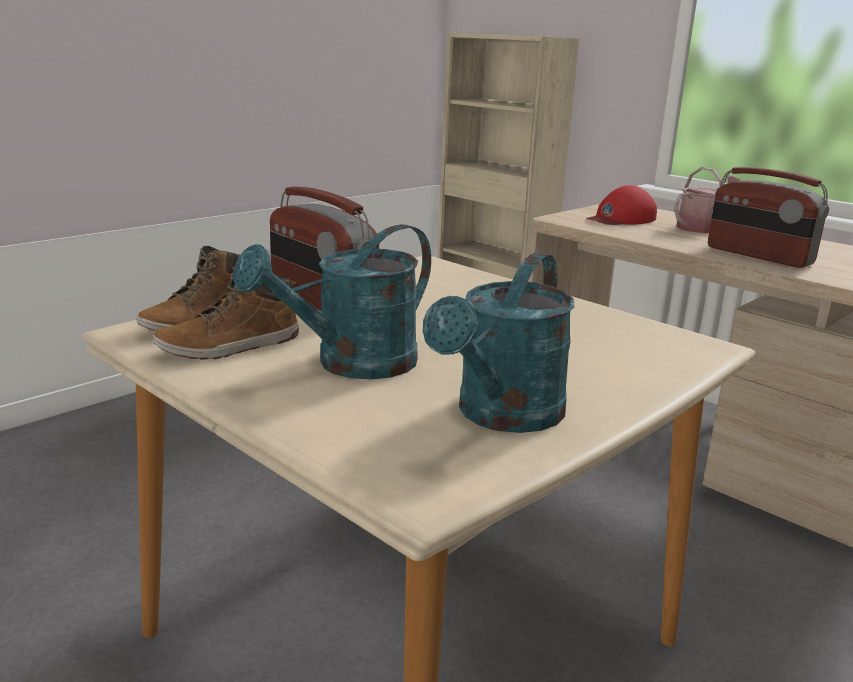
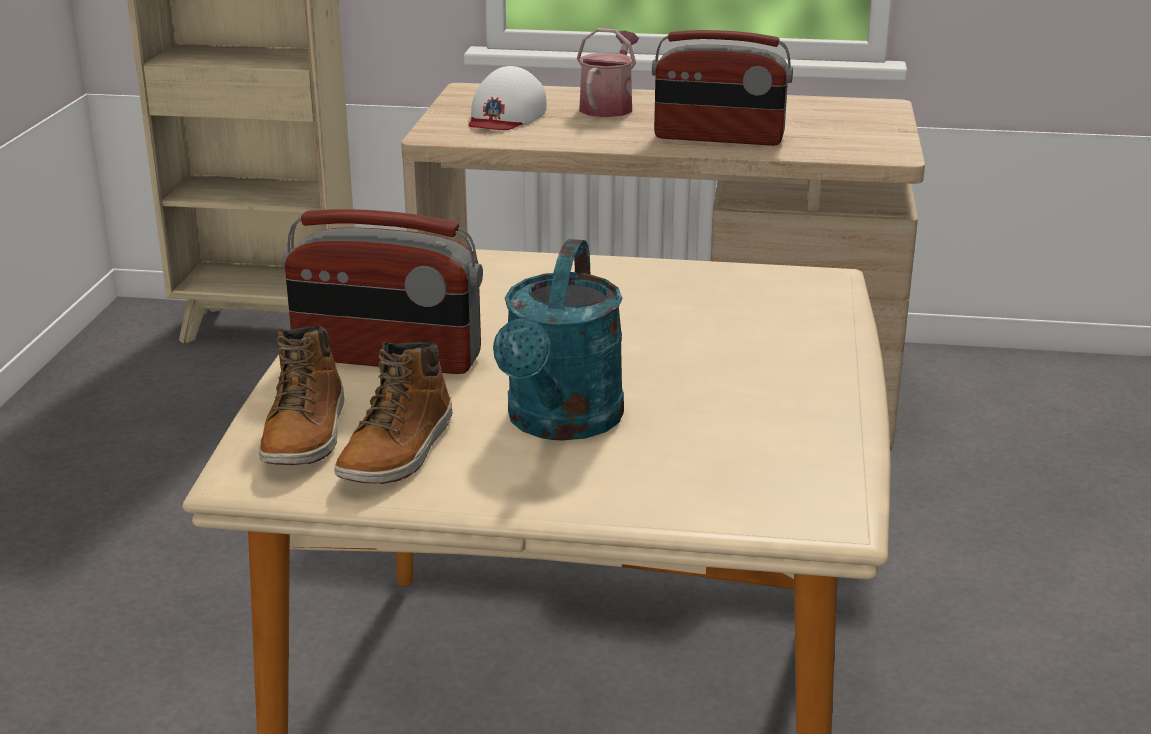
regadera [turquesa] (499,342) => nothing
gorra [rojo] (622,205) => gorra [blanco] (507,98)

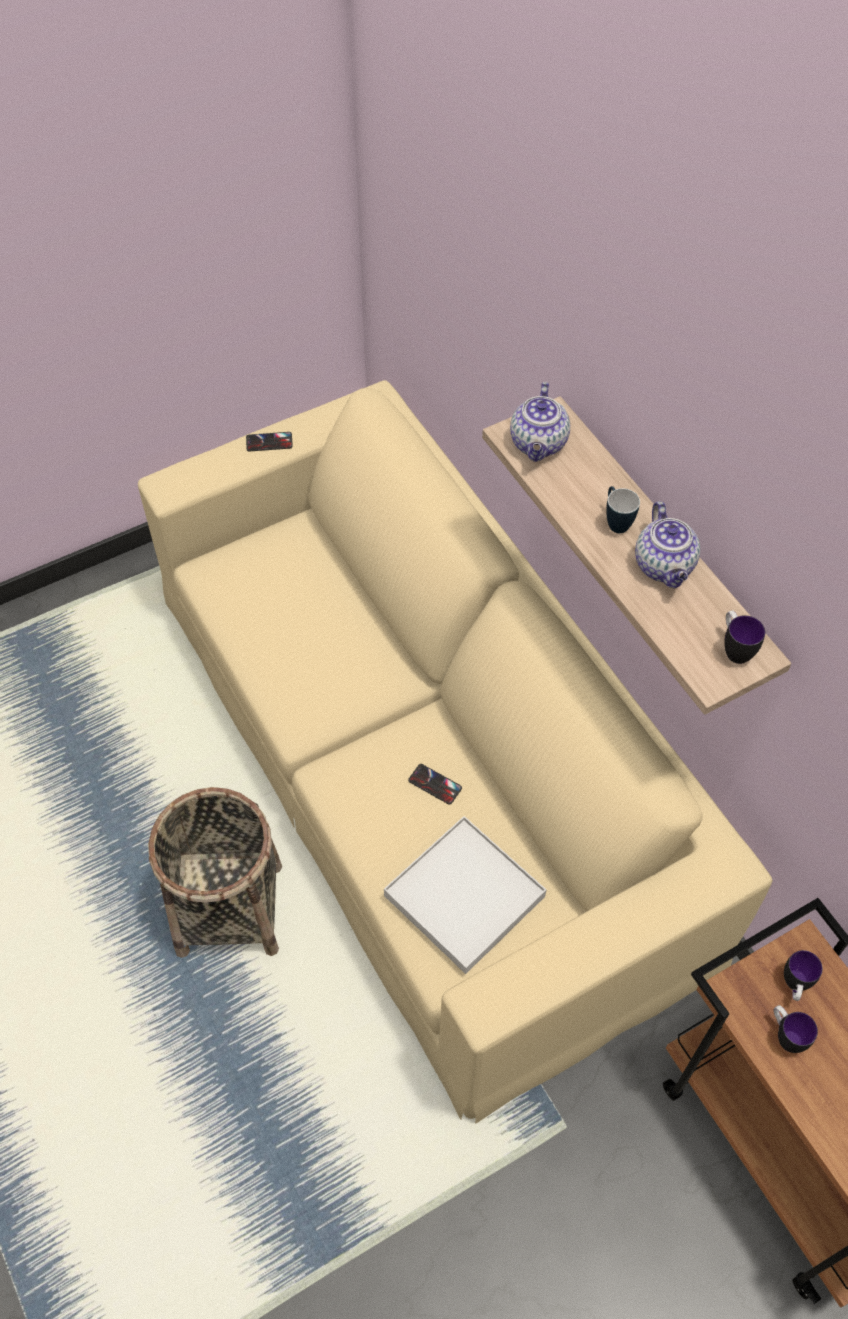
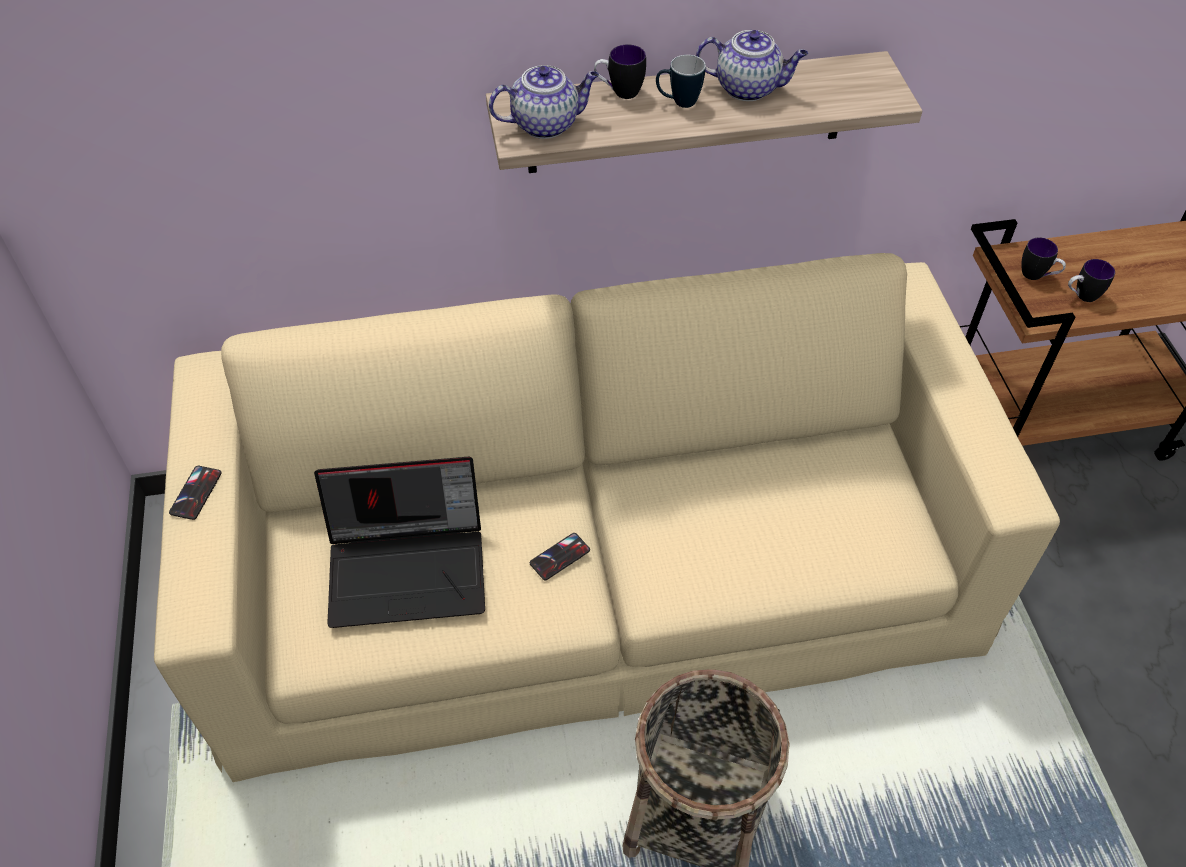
bandeja [blanco] (465,895) => nothing
nothing => portátil (399,542)
móvil (435,784) => móvil (560,556), shifted
taza grande (744,637) => taza grande (620,71), shifted
tetera (540,422) => tetera (544,102), 45 degrees counterclockwise

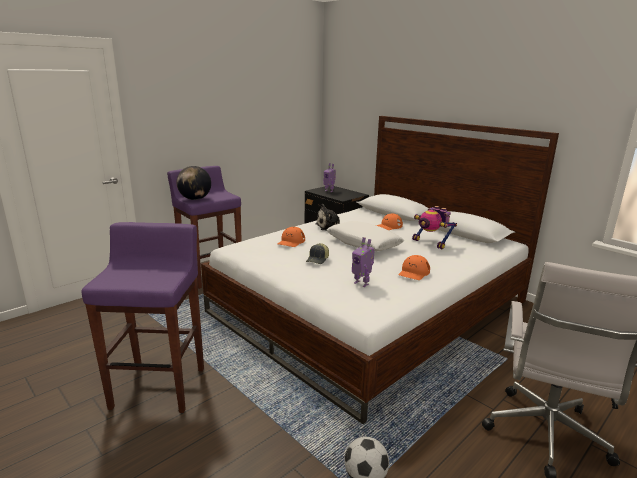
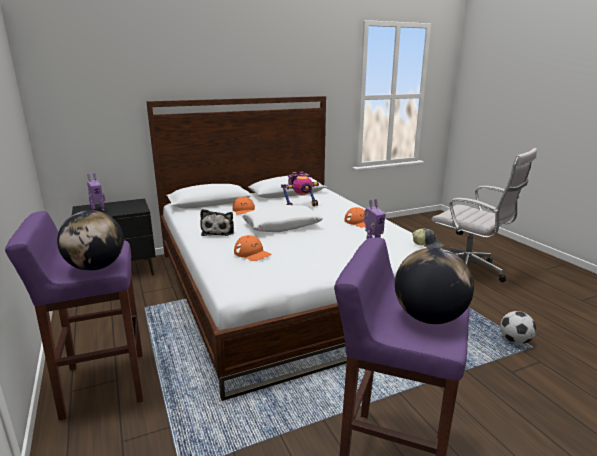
nothing => globo terráqueo (434,285)
gorra (317,253) => gorra (428,238), shifted

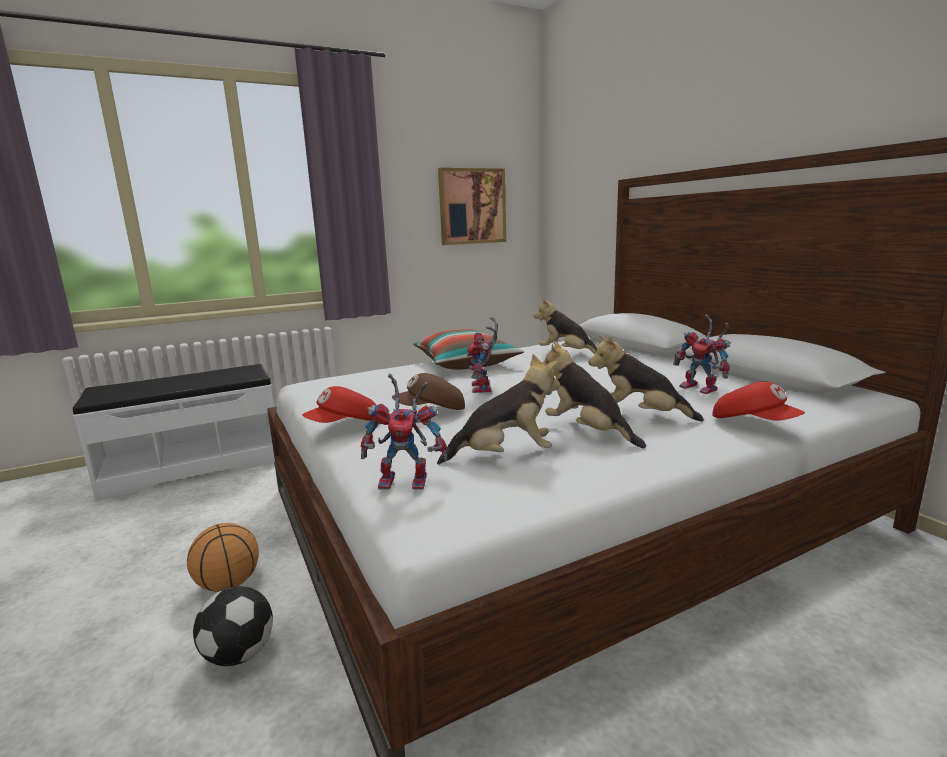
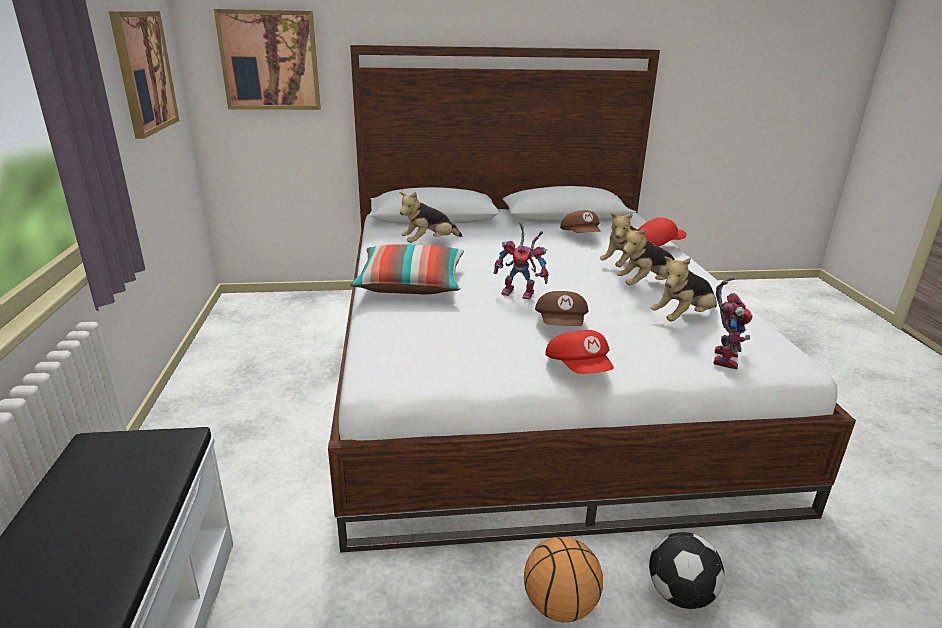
nothing => cuadro (267,59)
robot de juguete (702,354) => gorra [marrón] (580,221)
peluche (498,409) => peluche (683,289), 135 degrees counterclockwise

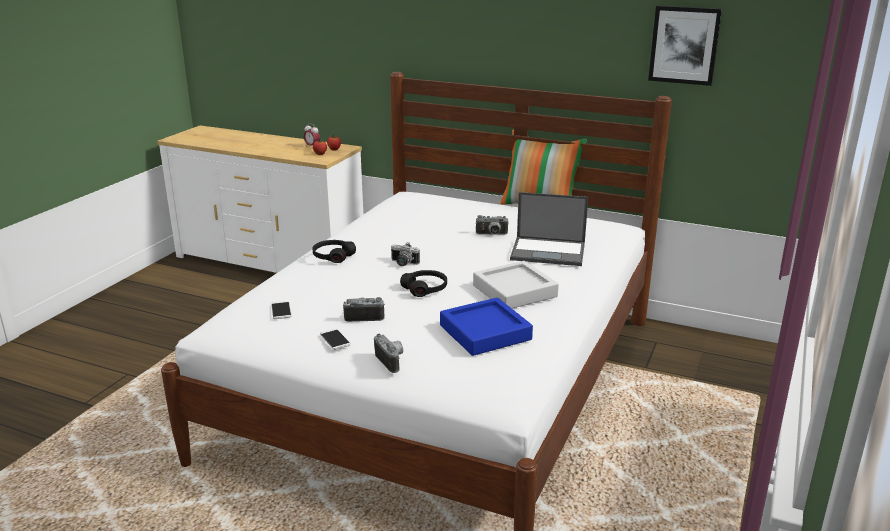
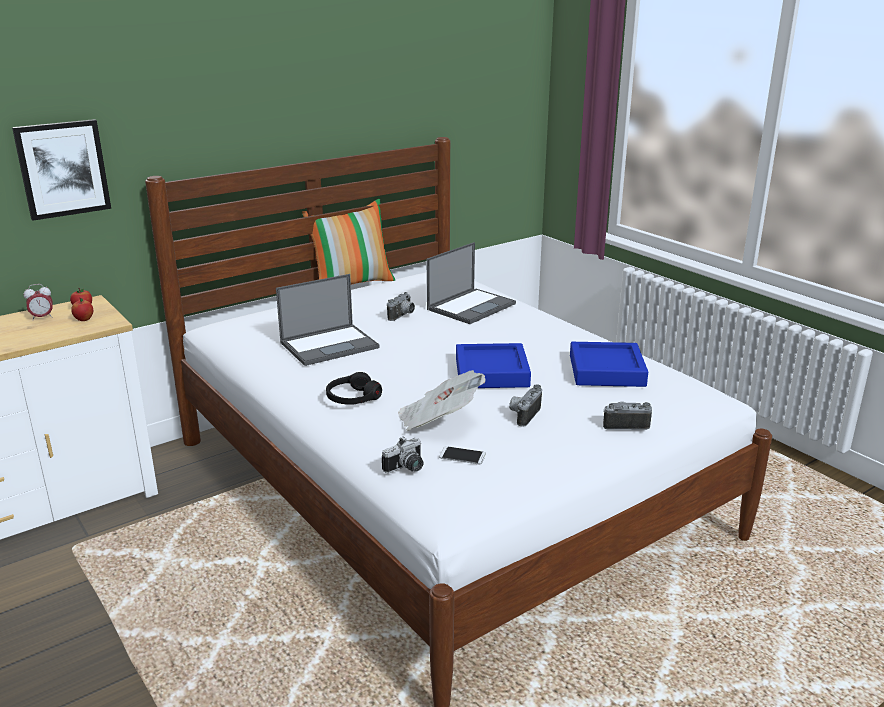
móvil (335,339) => nothing
bandeja [gris] (516,285) => nothing
nothing => portátil (327,320)
nothing => periódico (442,400)
cámara (405,254) => cámara (402,454), shifted
cuadro (685,45) => cuadro (61,170), shifted
auriculares [negro] (423,283) => bandeja [azul] (493,365)

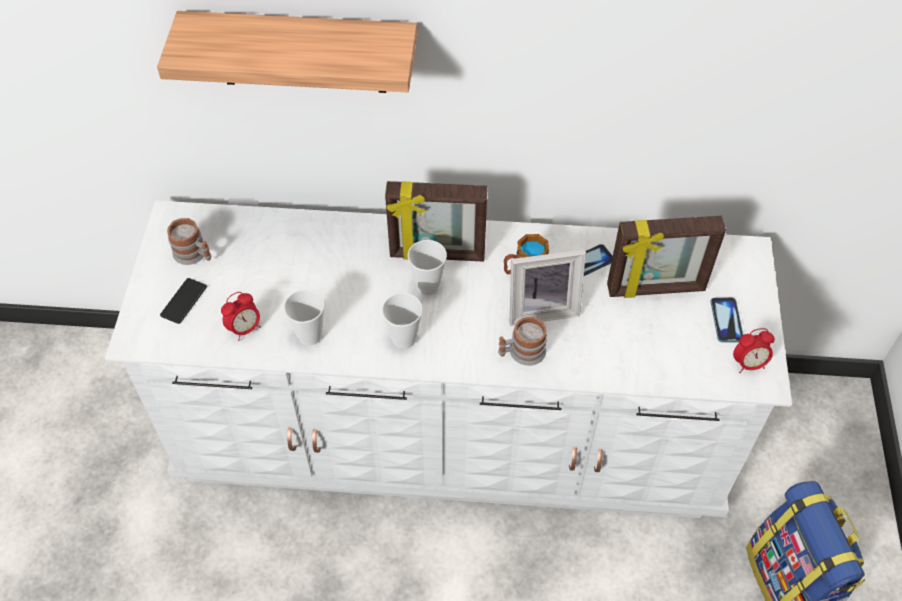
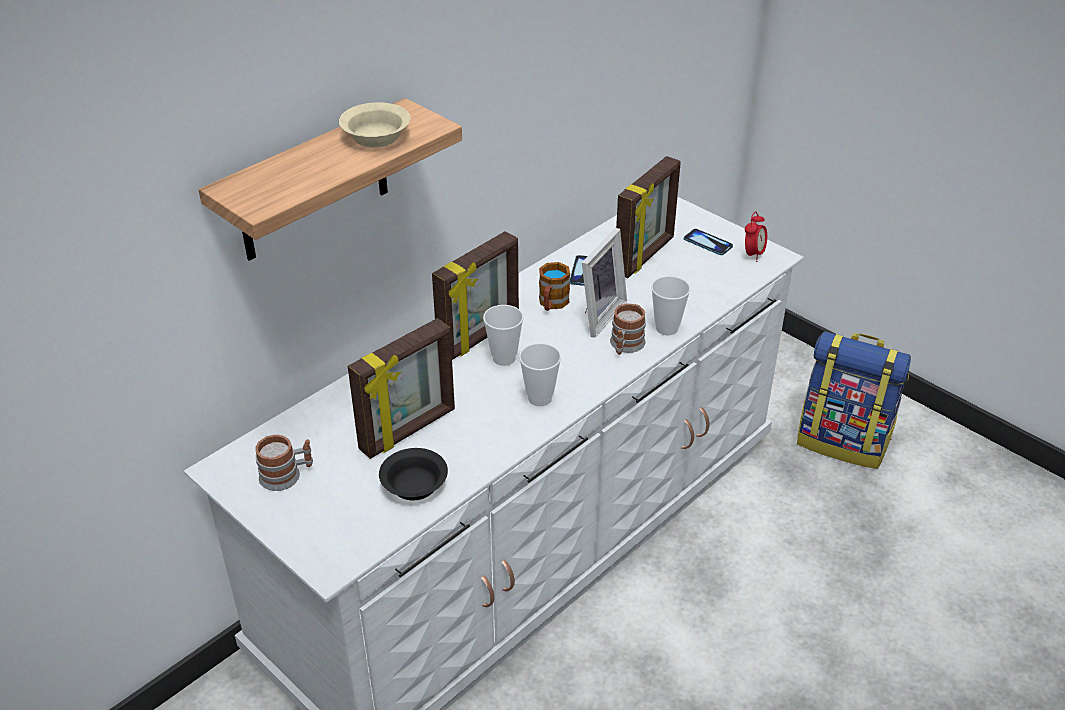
móvil (183,301) => nothing
nothing => cuenco [beis] (375,124)
nothing => portarretratos (401,388)
taza (304,317) => taza (671,305), shifted
despertador (241,316) => cuenco [negro] (413,474)

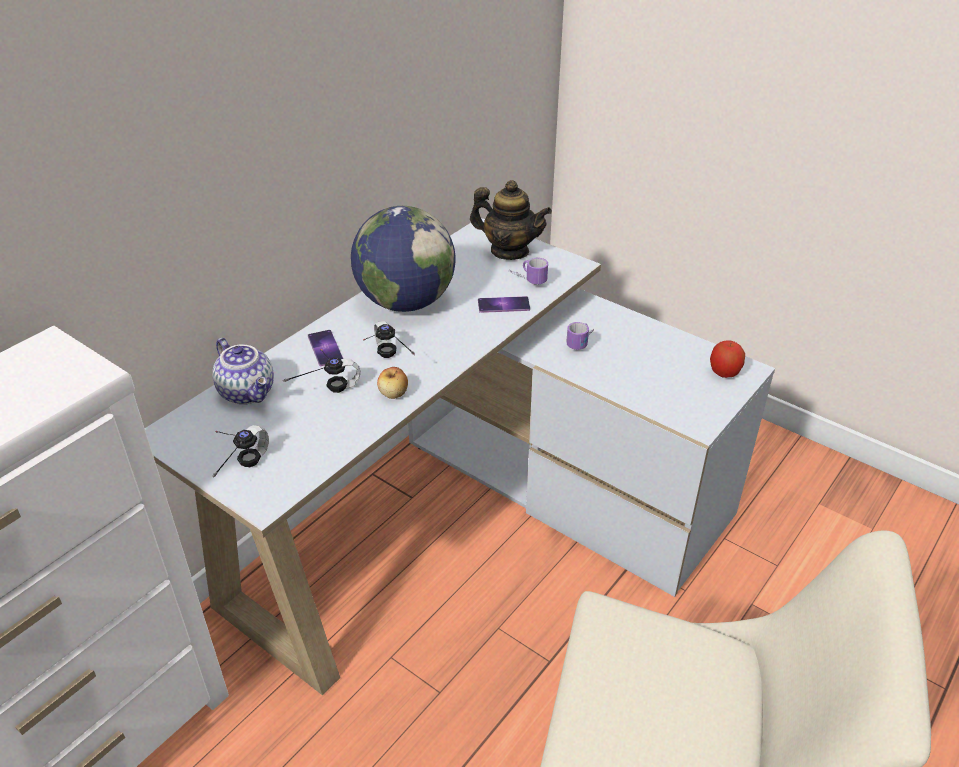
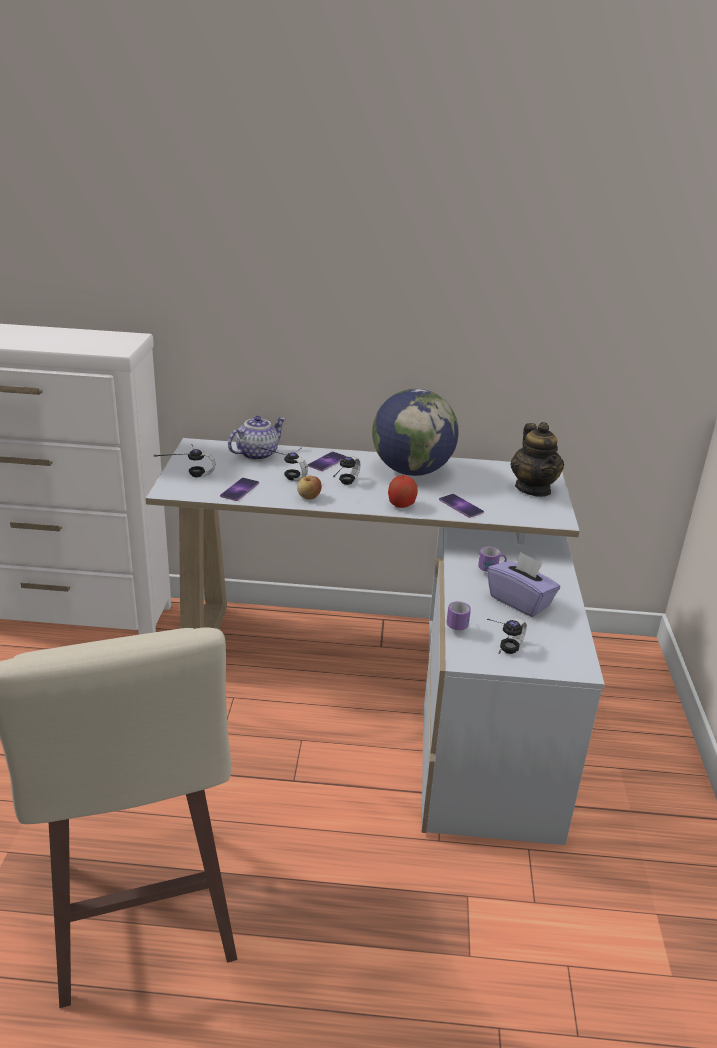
nothing => móvil (239,489)
nothing => caja de pañuelos [morado] (523,584)
nothing => auriculares (507,636)
taza grande (528,271) => taza grande (459,615), shifted
manzana (727,359) => manzana (402,491), shifted
tetera (243,371) => tetera (256,438), 150 degrees counterclockwise

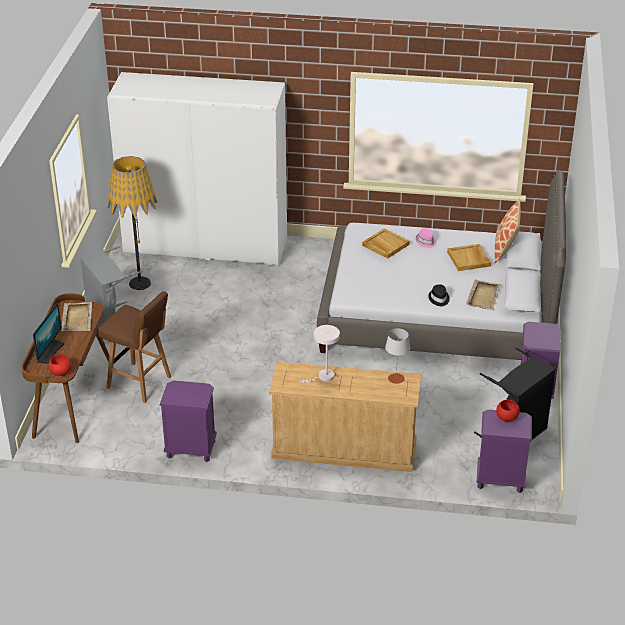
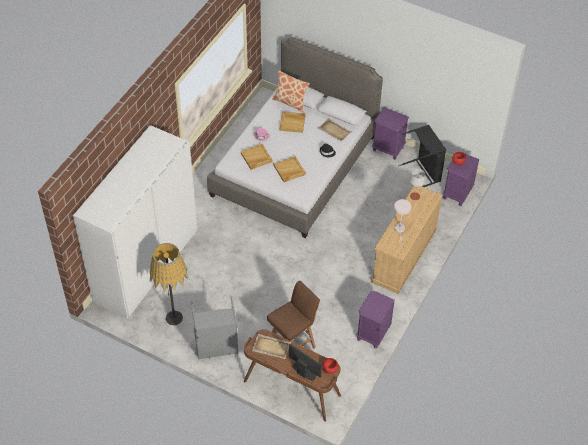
nothing => bandeja [beis] (290,169)

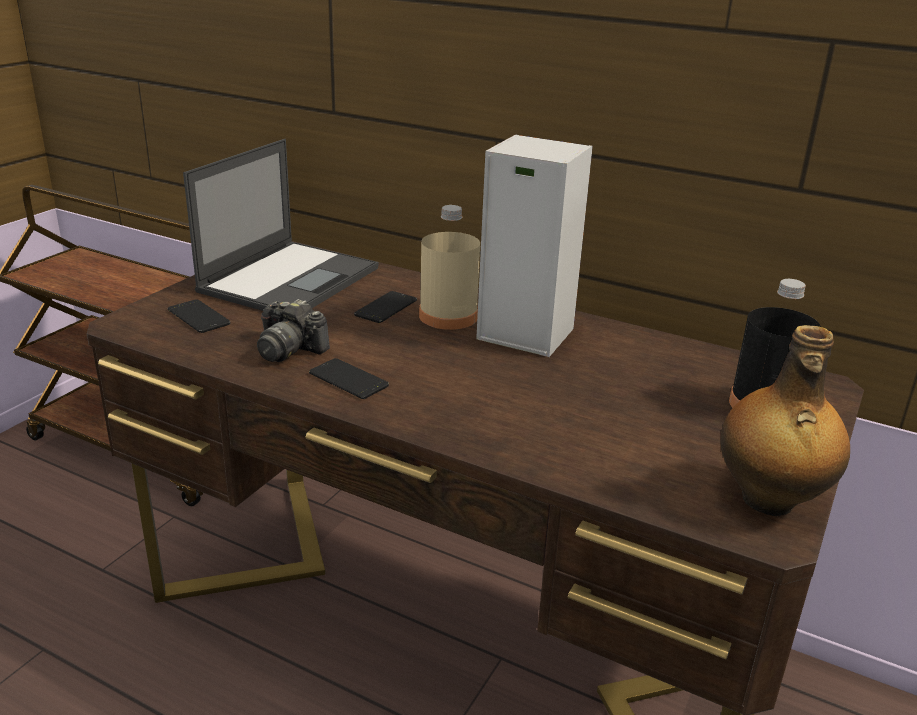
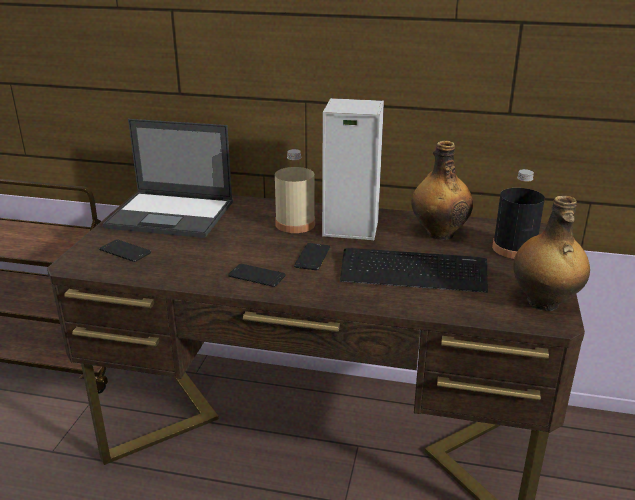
cámara (293,330) => nothing
nothing => teclado (414,270)
nothing => botella (442,190)
móvil (385,307) => móvil (312,256), shifted
portátil (281,225) => portátil (168,178), 90 degrees clockwise

